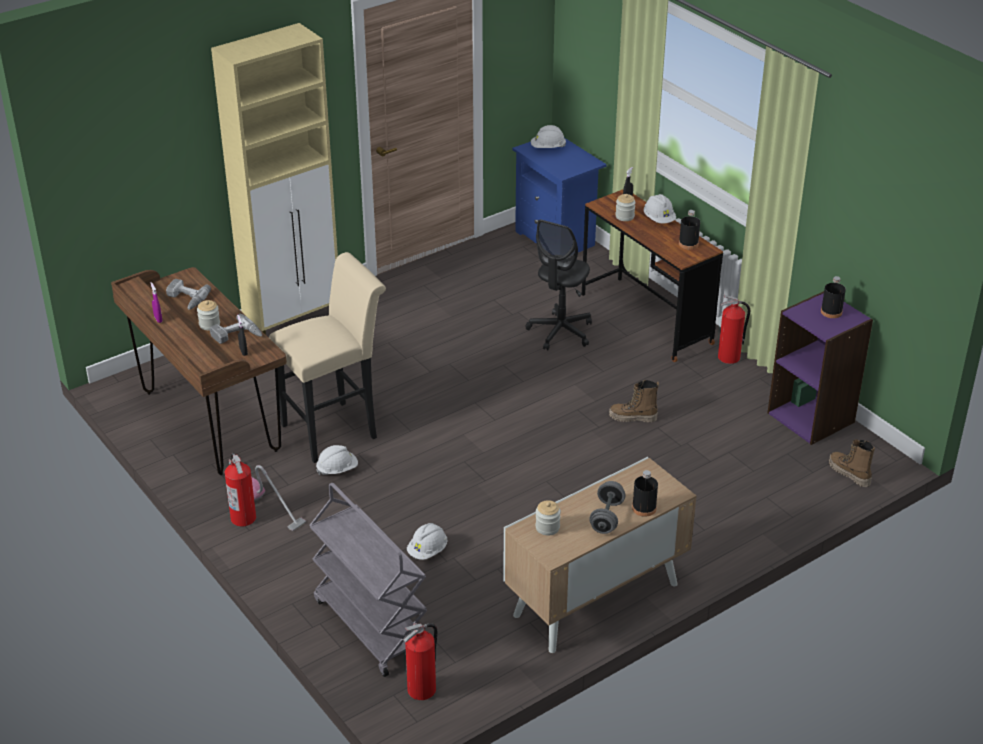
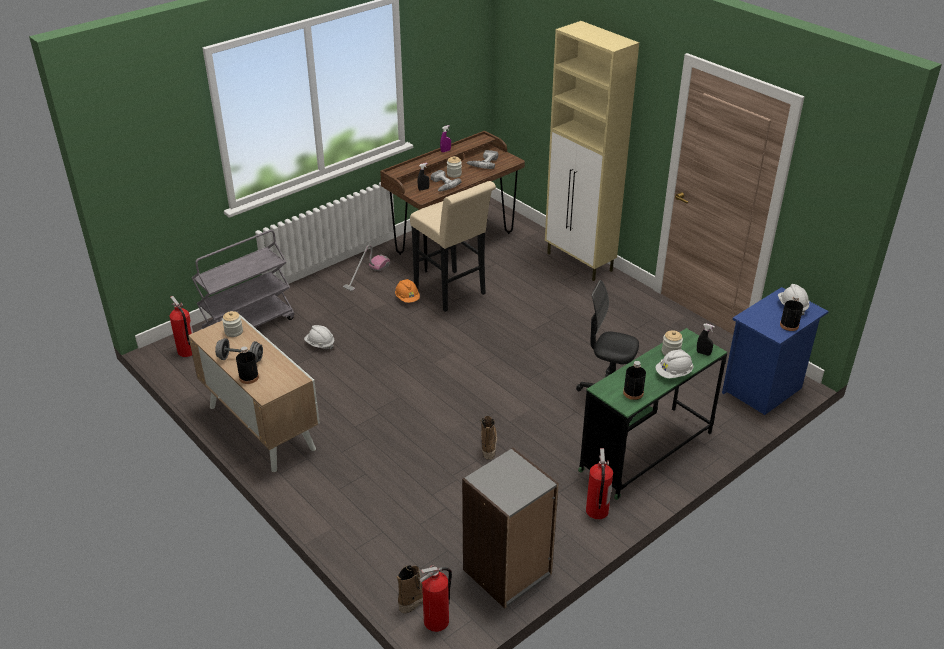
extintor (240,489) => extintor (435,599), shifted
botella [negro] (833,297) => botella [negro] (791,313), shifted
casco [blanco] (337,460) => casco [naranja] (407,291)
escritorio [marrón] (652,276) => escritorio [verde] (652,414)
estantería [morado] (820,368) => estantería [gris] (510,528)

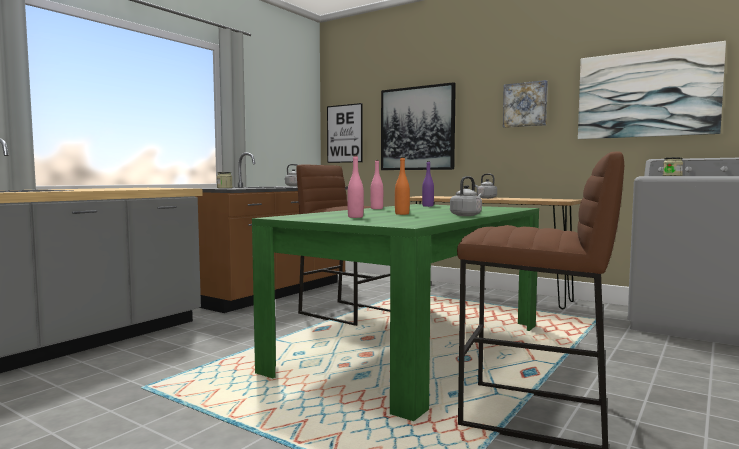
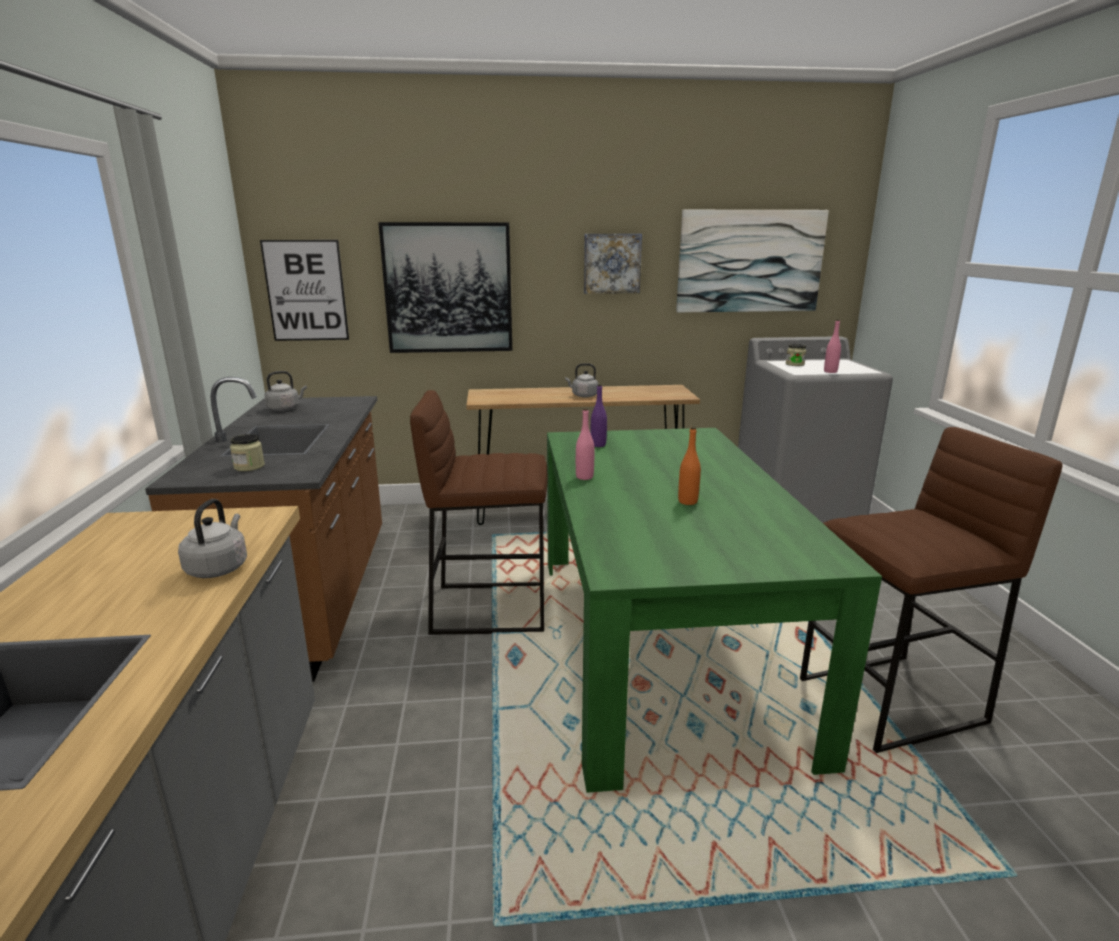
botella [rosa] (355,186) => botella [rosa] (832,346), shifted
hervidor [gris] (466,196) => hervidor [gris] (212,538), shifted

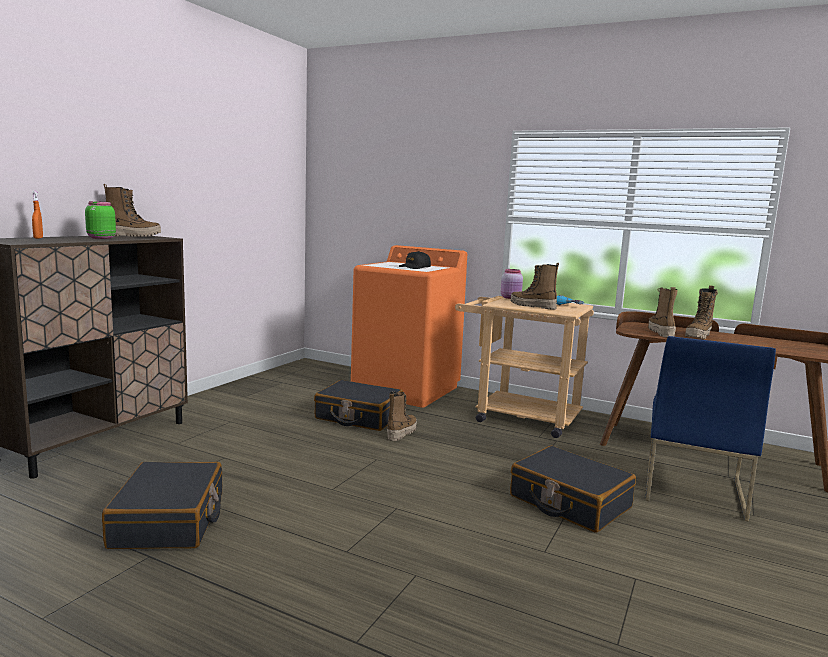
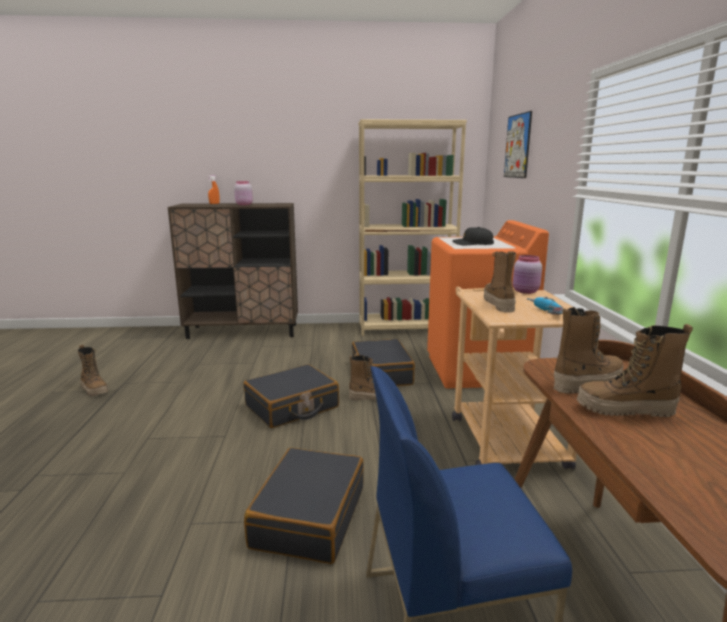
nothing => estantería [beis] (412,227)
nothing => cuadro (518,144)
maleta [negro] (162,505) => maleta [negro] (291,396), shifted
bota (132,210) => bota (93,370), shifted
tarro [verde] (100,220) => tarro [rosa] (243,193)

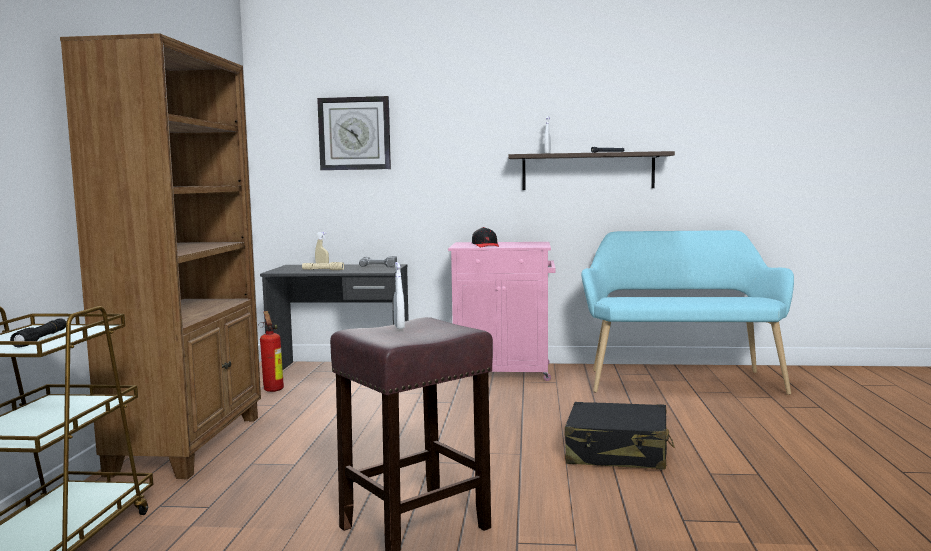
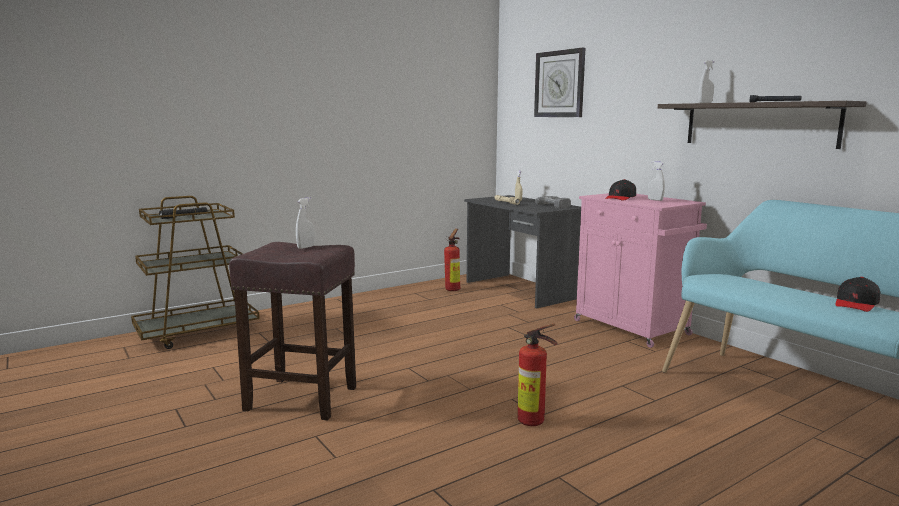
estantería [marrón] (160,256) => nothing
nothing => pulverizador [blanco] (656,181)
nothing => gorra [negro] (858,294)
maleta [negro] (620,435) => extintor (537,375)

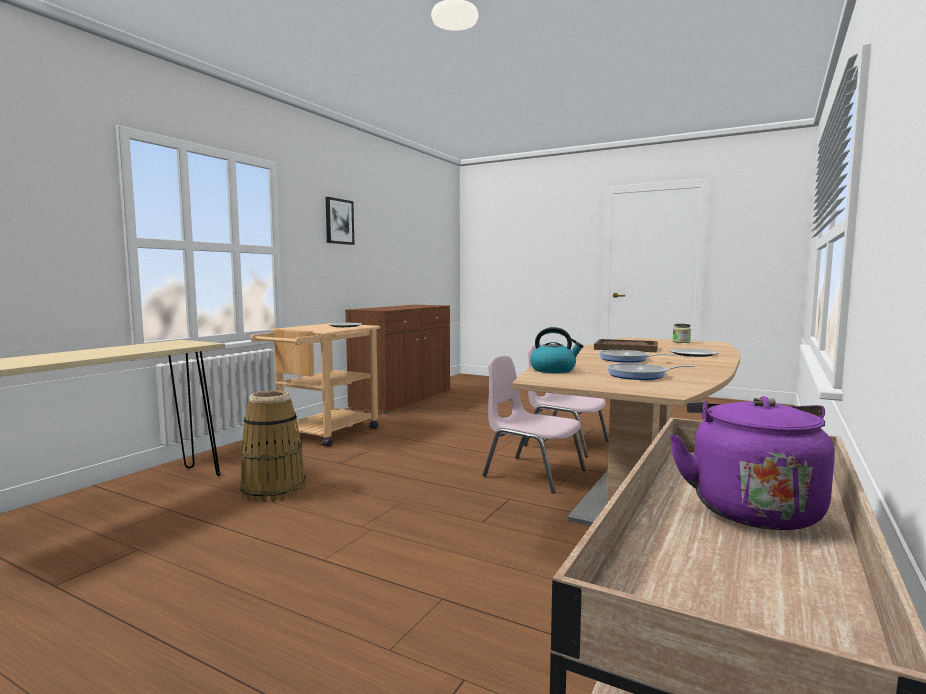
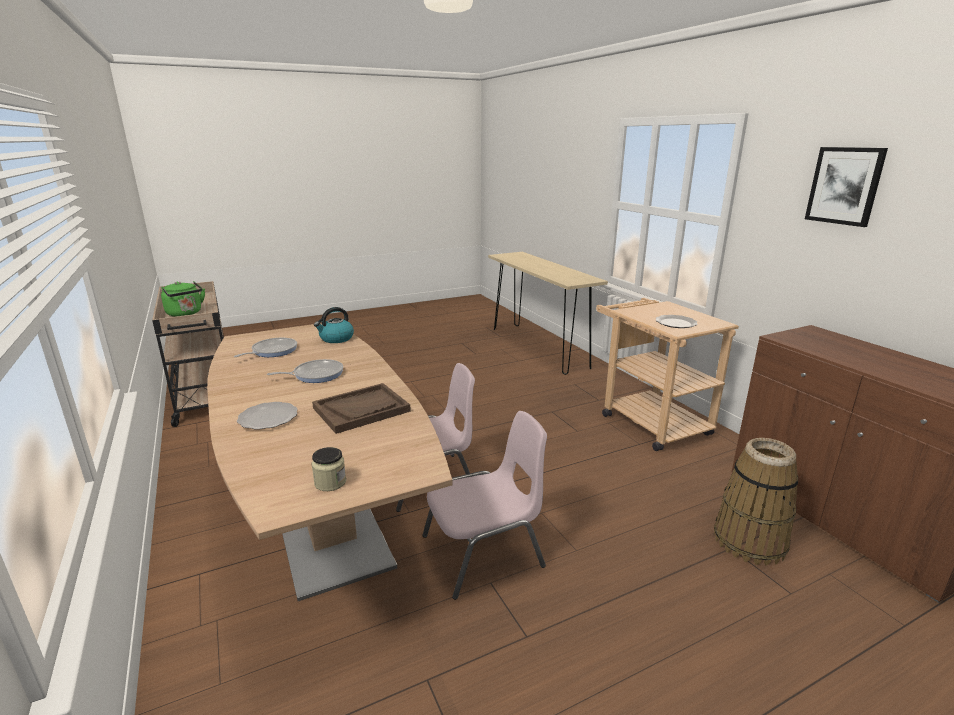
cesta (273,446) => cesta (756,502), shifted
hervidor [morado] (752,463) => hervidor [verde] (183,299)

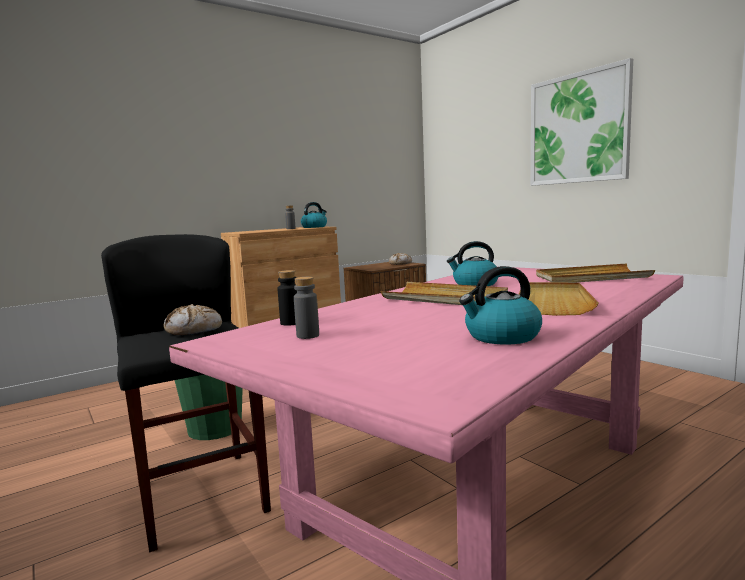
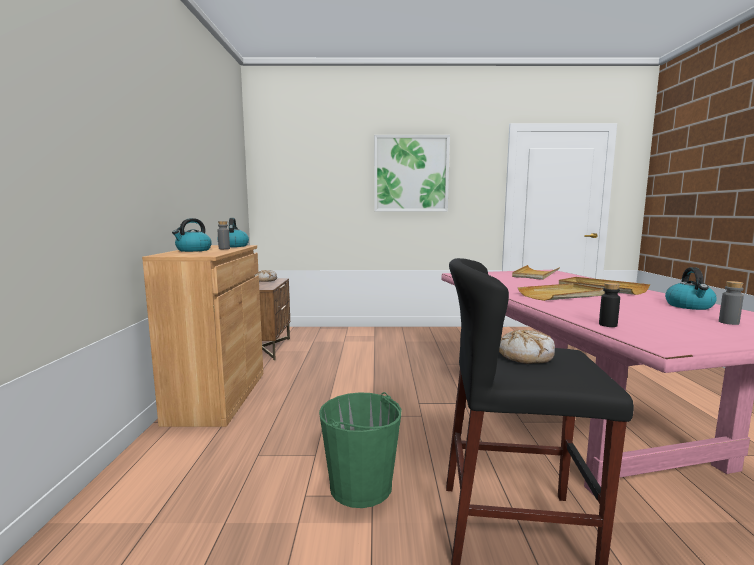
botella [gris] (306,308) => botella [gris] (731,303), shifted
hervidor (472,263) => hervidor (192,235), shifted

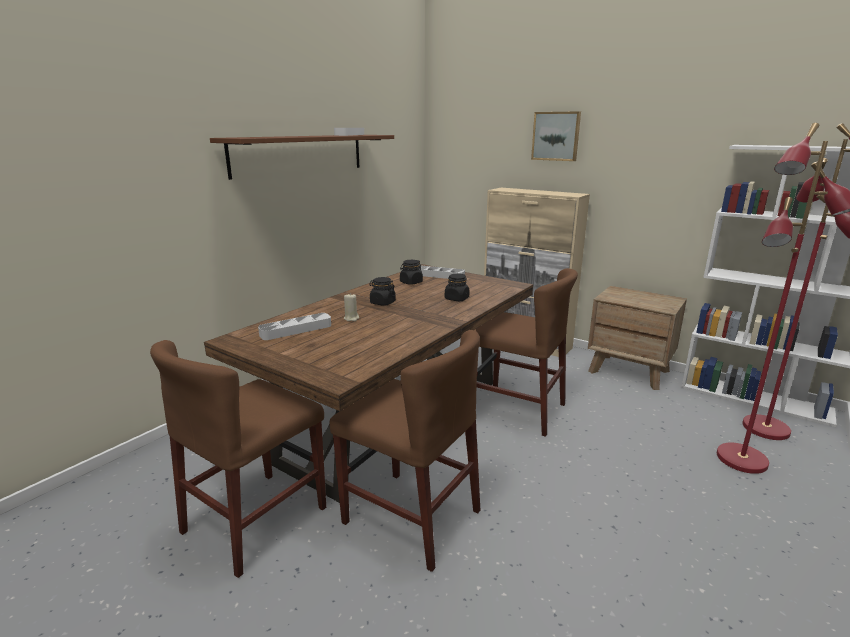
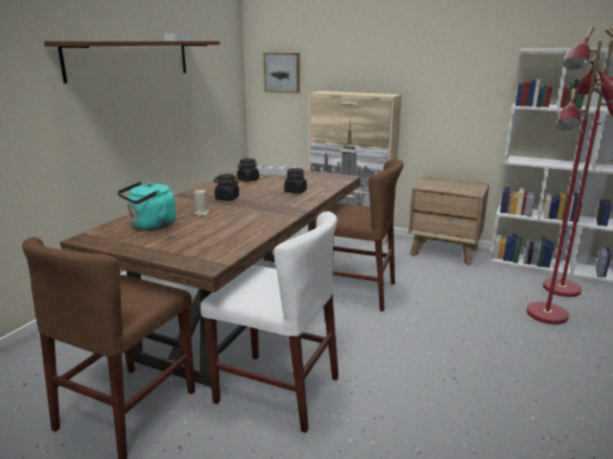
cuadro (556,136) => cuadro (282,73), shifted
bandeja [gris] (294,326) => hervidor [turquesa] (146,206)
silla [marrón] (404,451) => silla [blanco] (269,322)

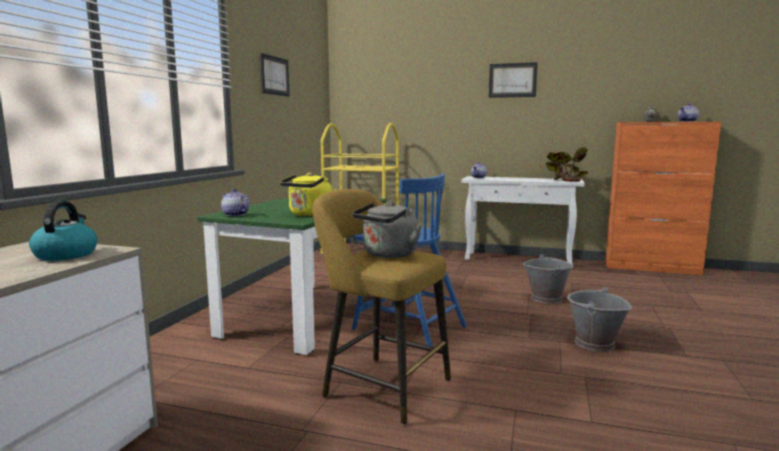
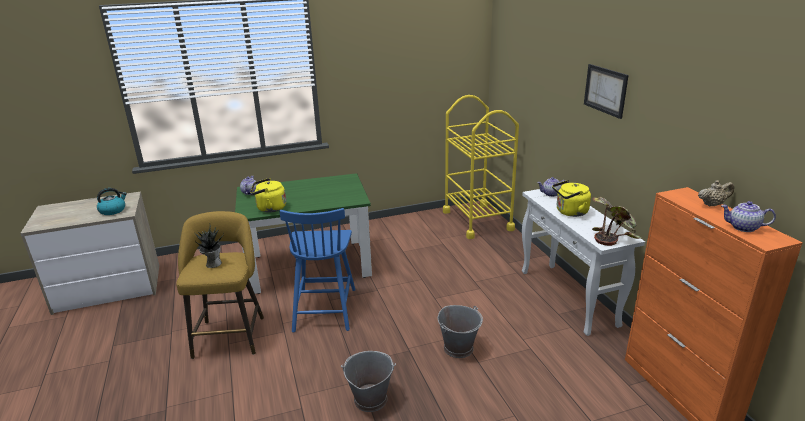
cuadro (275,75) => nothing
nothing => hervidor [amarillo] (571,198)
hervidor [gris] (387,230) => planta en maceta (209,245)

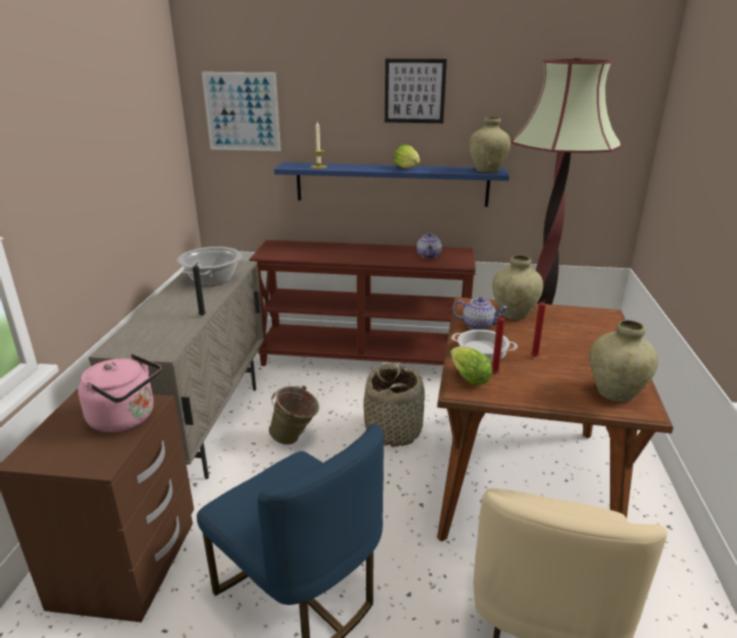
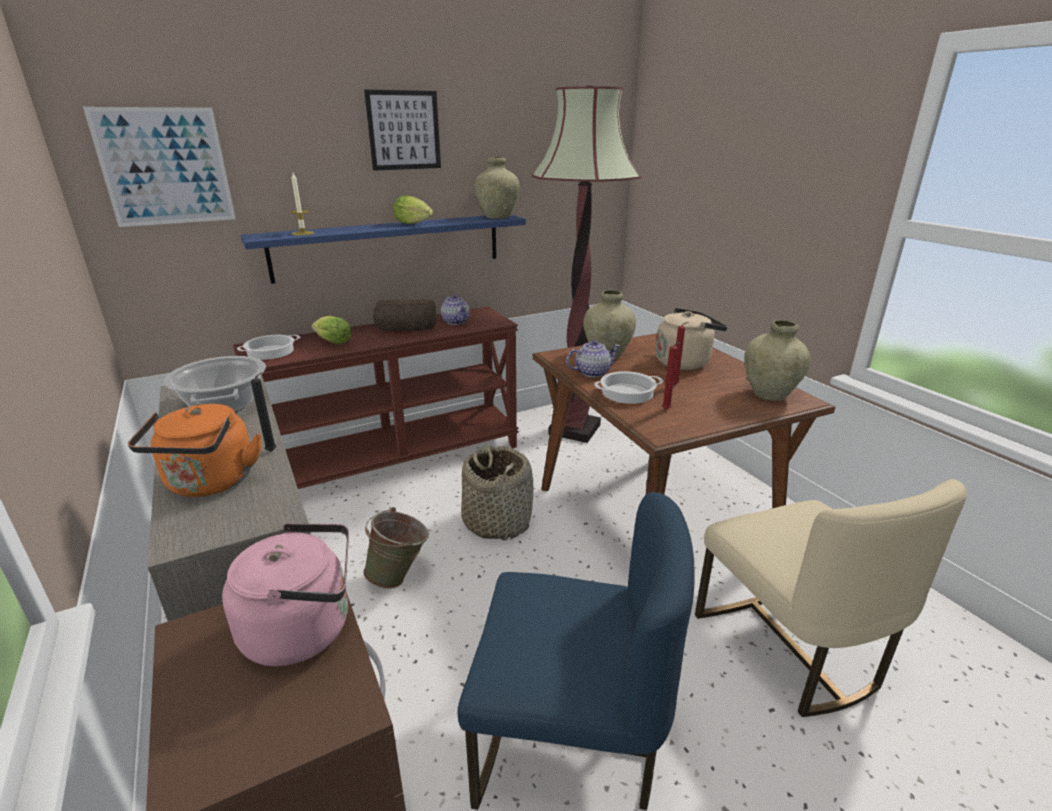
nothing => hervidor [naranja] (195,450)
nothing => olla (268,347)
nothing => pan (404,315)
nothing => hervidor [beis] (691,339)
lechuga (471,365) => lechuga (332,330), shifted

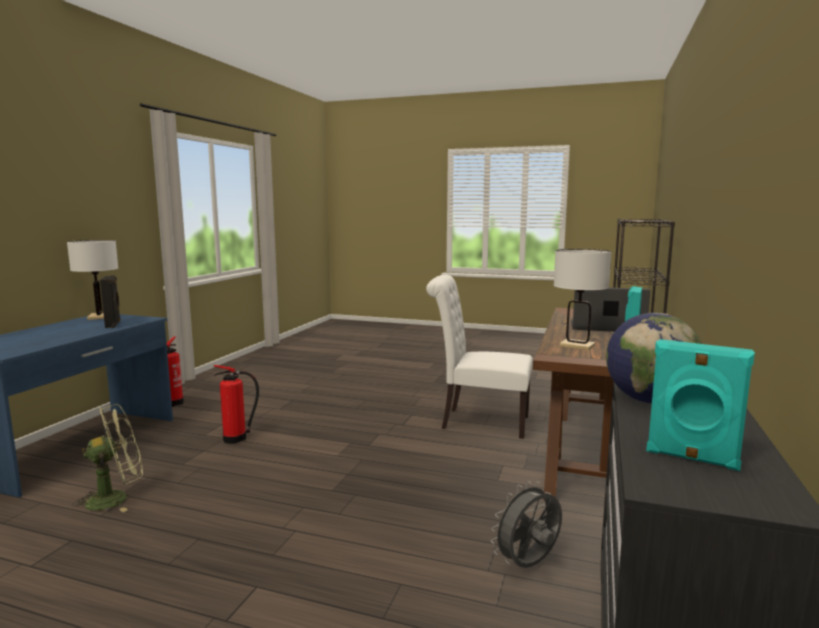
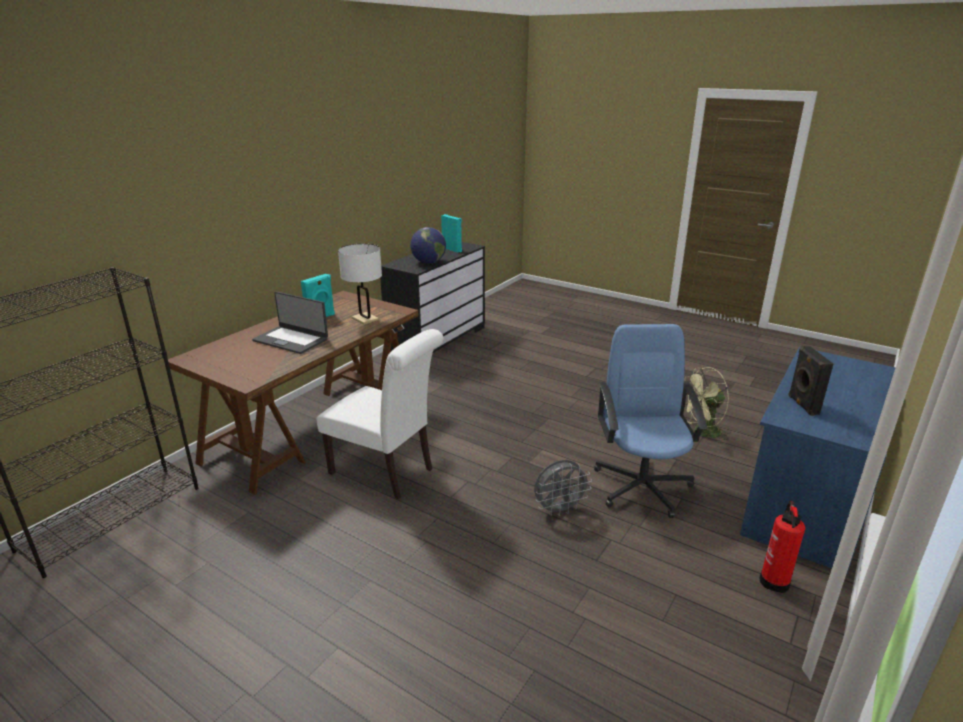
lámpara de mesa [blanco] (92,280) => nothing
ventilador [gris] (526,524) => ventilador [gris] (563,488), shifted
extintor (236,404) => silla de oficina [azul] (650,421)

